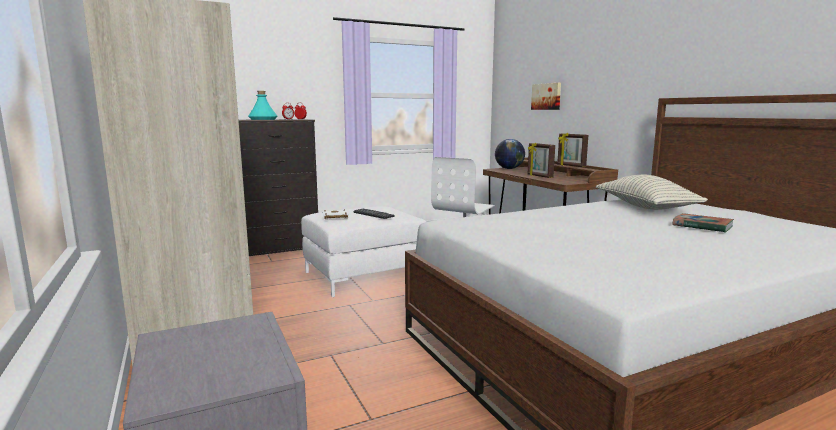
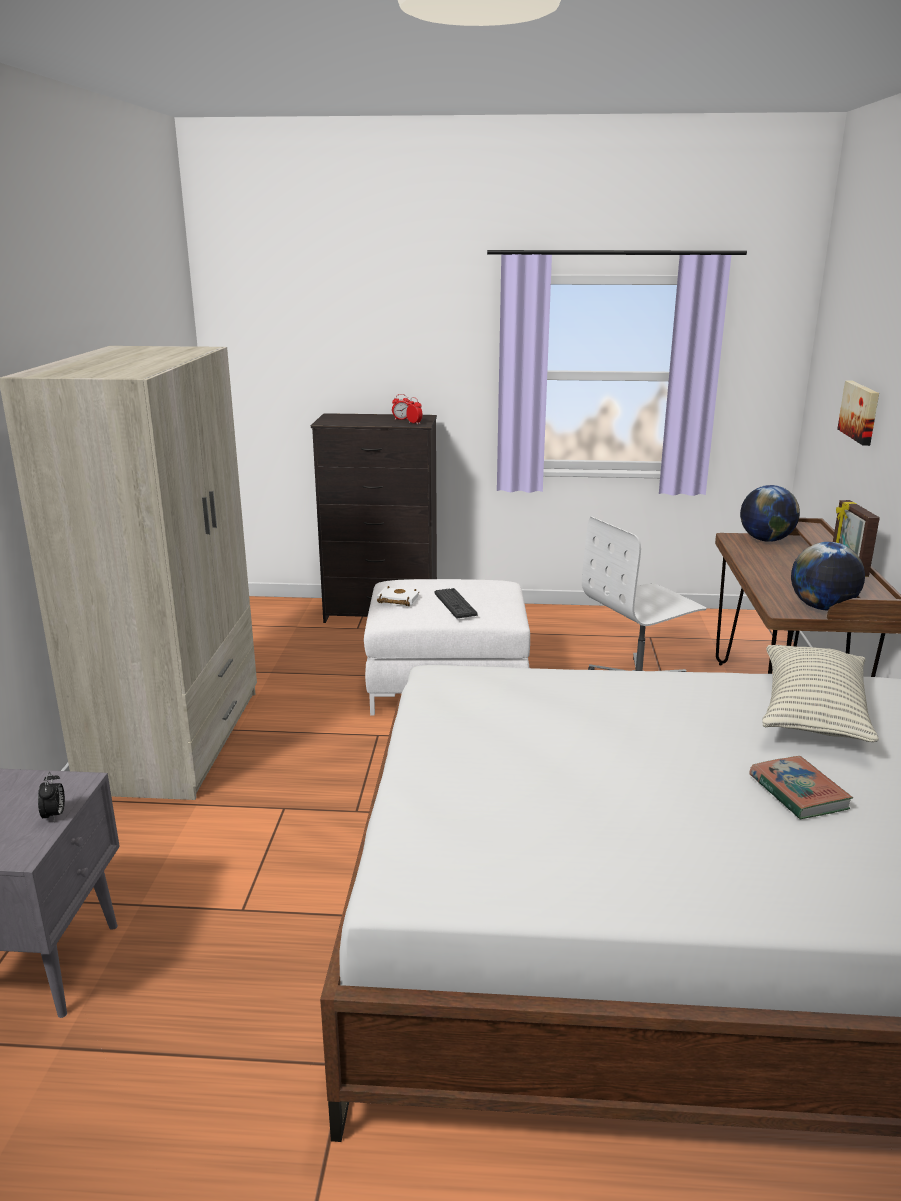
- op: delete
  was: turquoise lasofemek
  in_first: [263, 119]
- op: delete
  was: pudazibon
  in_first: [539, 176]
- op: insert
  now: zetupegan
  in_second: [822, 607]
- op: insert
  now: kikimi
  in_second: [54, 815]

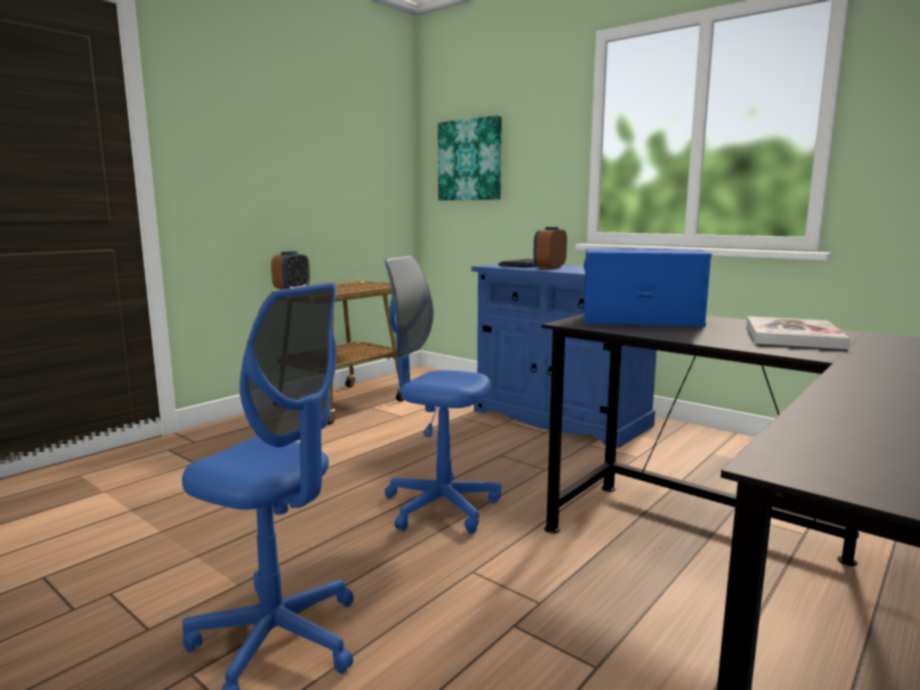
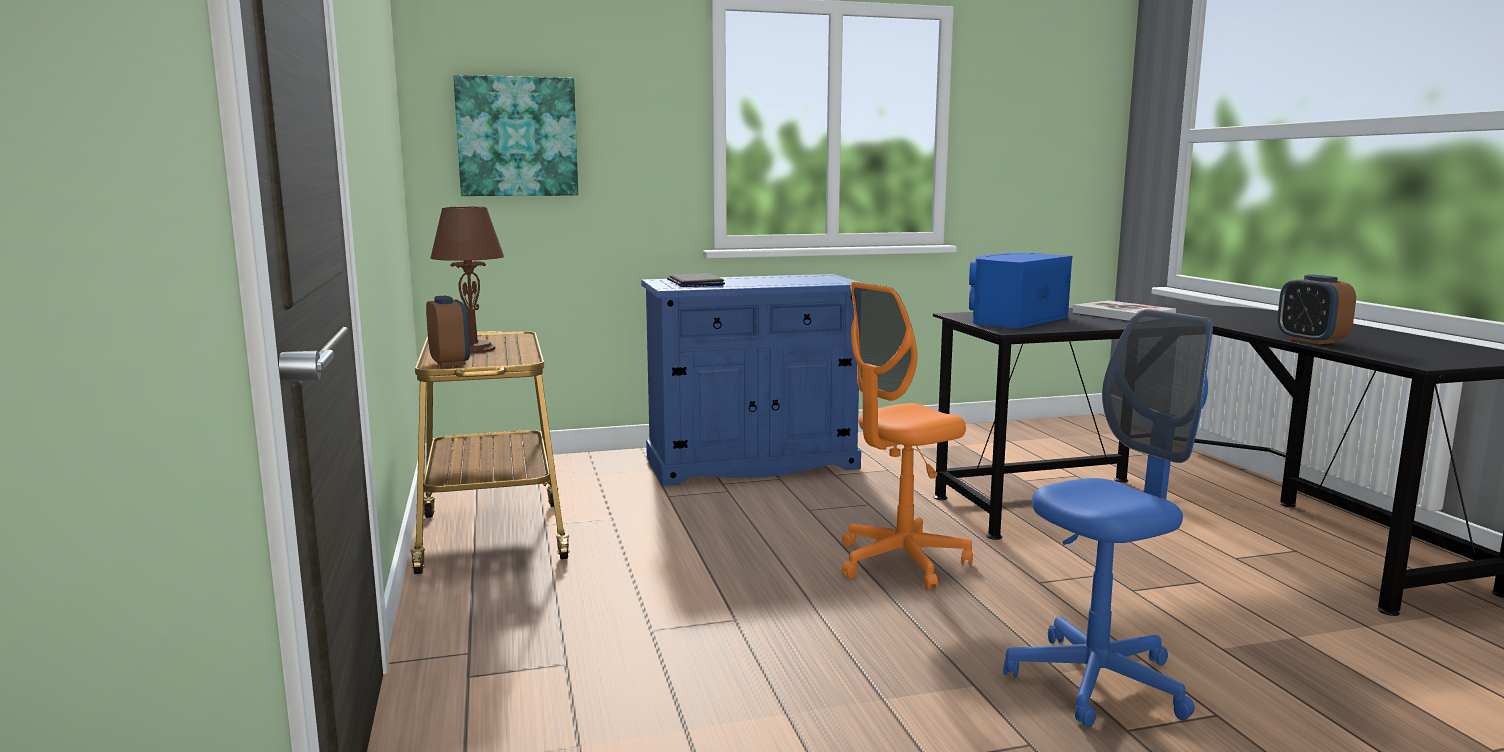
- op: move
  was: kikimi
  in_first: [549, 268]
  in_second: [1311, 340]
- op: recolor
  was: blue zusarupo
  now: orange zusarupo
  in_first: [441, 507]
  in_second: [901, 562]
- op: insert
  now: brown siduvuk
  in_second: [473, 349]

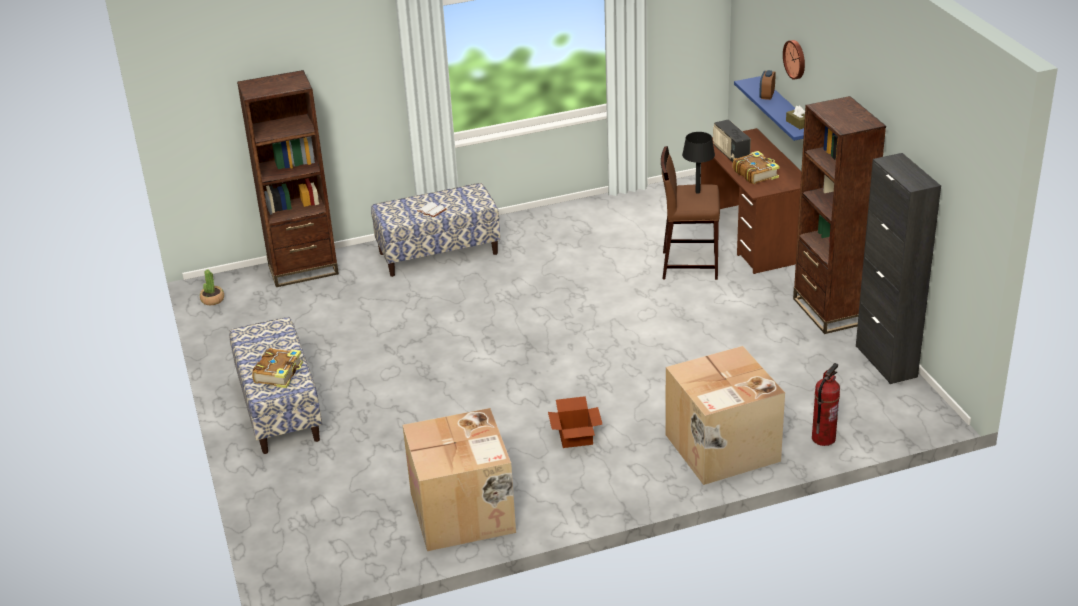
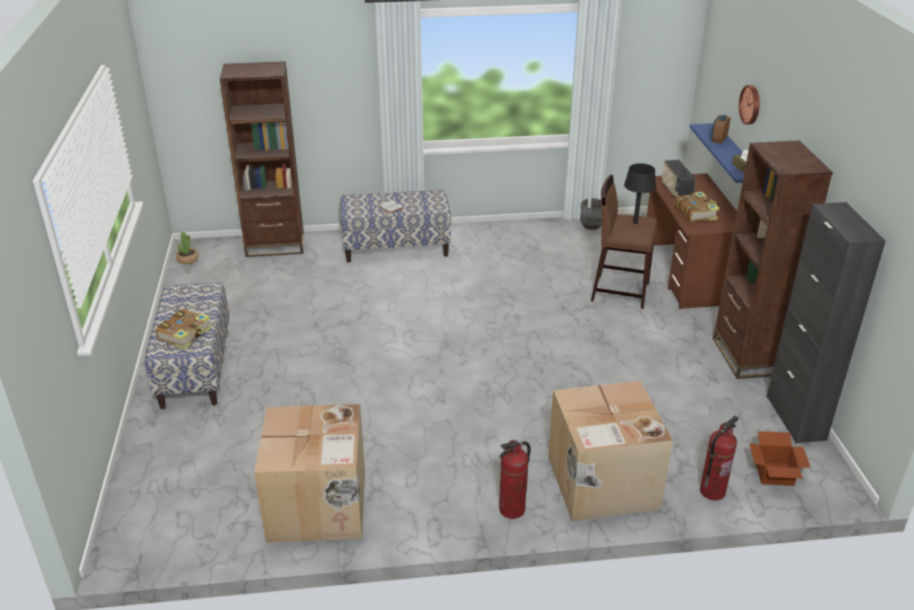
- op: move
  was: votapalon
  in_first: [575, 437]
  in_second: [774, 474]
- op: insert
  now: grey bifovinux
  in_second: [591, 225]
- op: insert
  now: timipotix
  in_second: [512, 509]

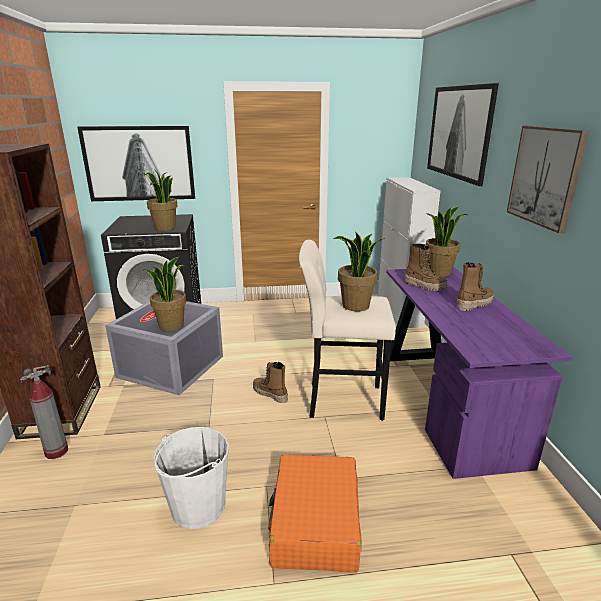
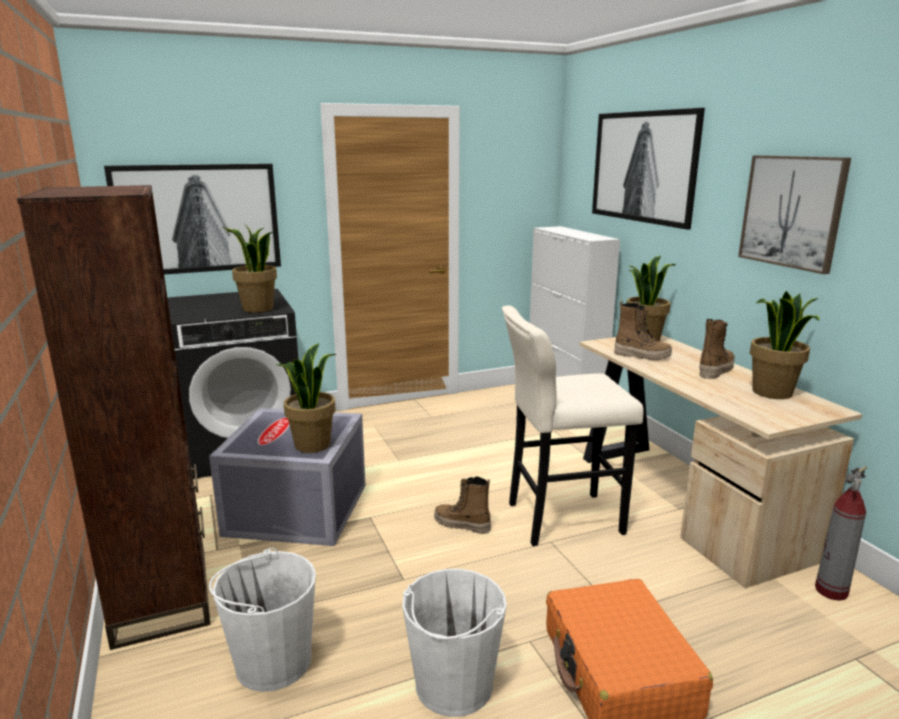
- op: move
  was: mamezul
  in_first: [355, 306]
  in_second: [772, 393]
- op: recolor
  was: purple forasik
  now: beige forasik
  in_first: [445, 401]
  in_second: [683, 500]
- op: move
  was: timipotix
  in_first: [56, 452]
  in_second: [831, 591]
- op: insert
  now: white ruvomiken
  in_second: [273, 662]

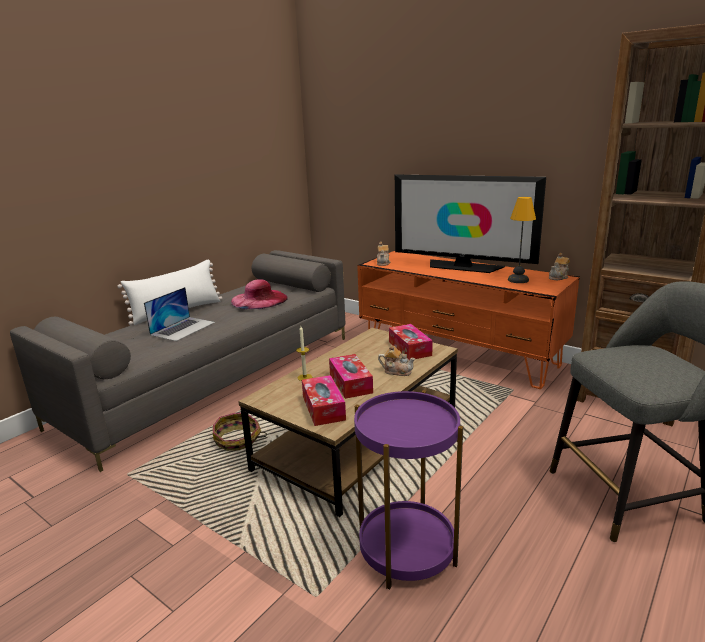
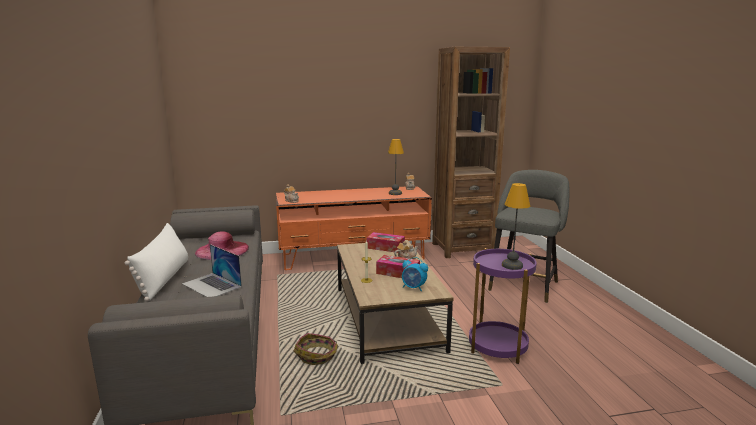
- op: delete
  was: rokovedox
  in_first: [463, 267]
- op: rotate
  was: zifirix
  in_first: [183, 328]
  in_second: [212, 285]
  clockwise: 150
- op: replace
  was: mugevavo
  now: kikimi
  in_first: [323, 408]
  in_second: [413, 288]
- op: insert
  now: siduvuk
  in_second: [512, 266]

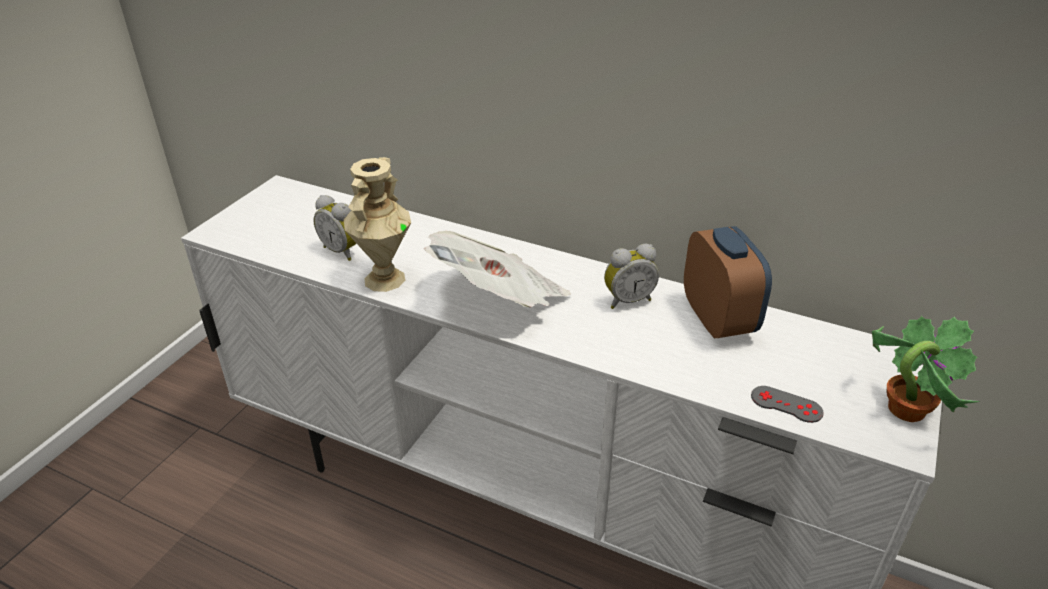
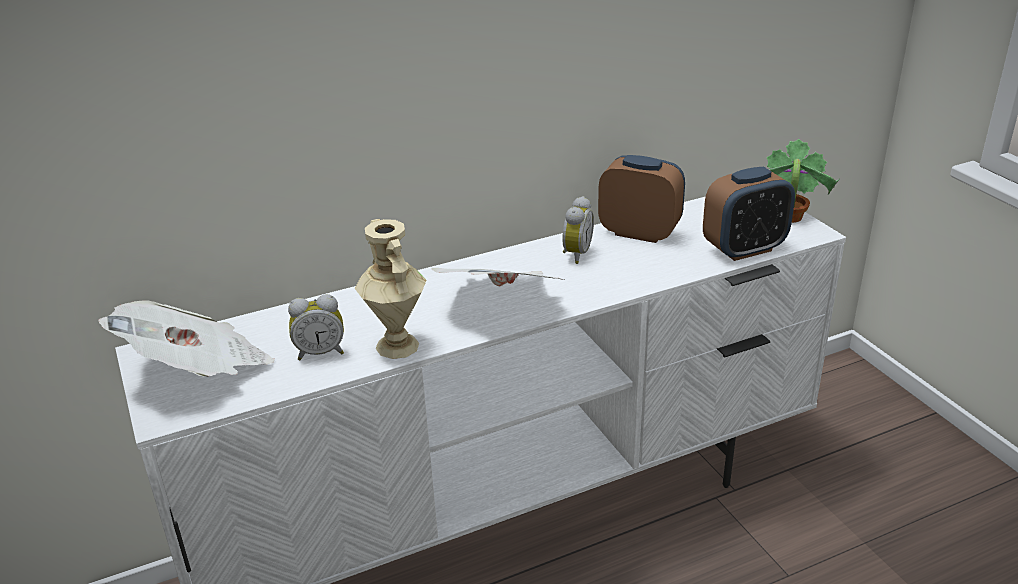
- op: replace
  was: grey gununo
  now: kikimi
  in_first: [786, 404]
  in_second: [744, 249]
- op: insert
  now: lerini
  in_second: [199, 371]

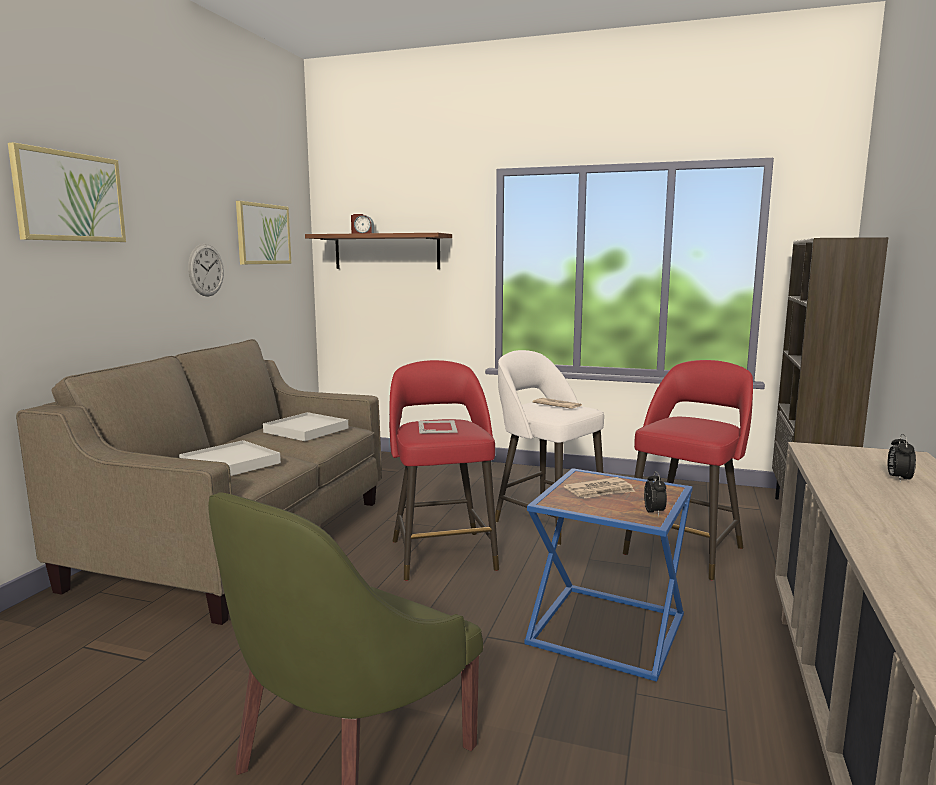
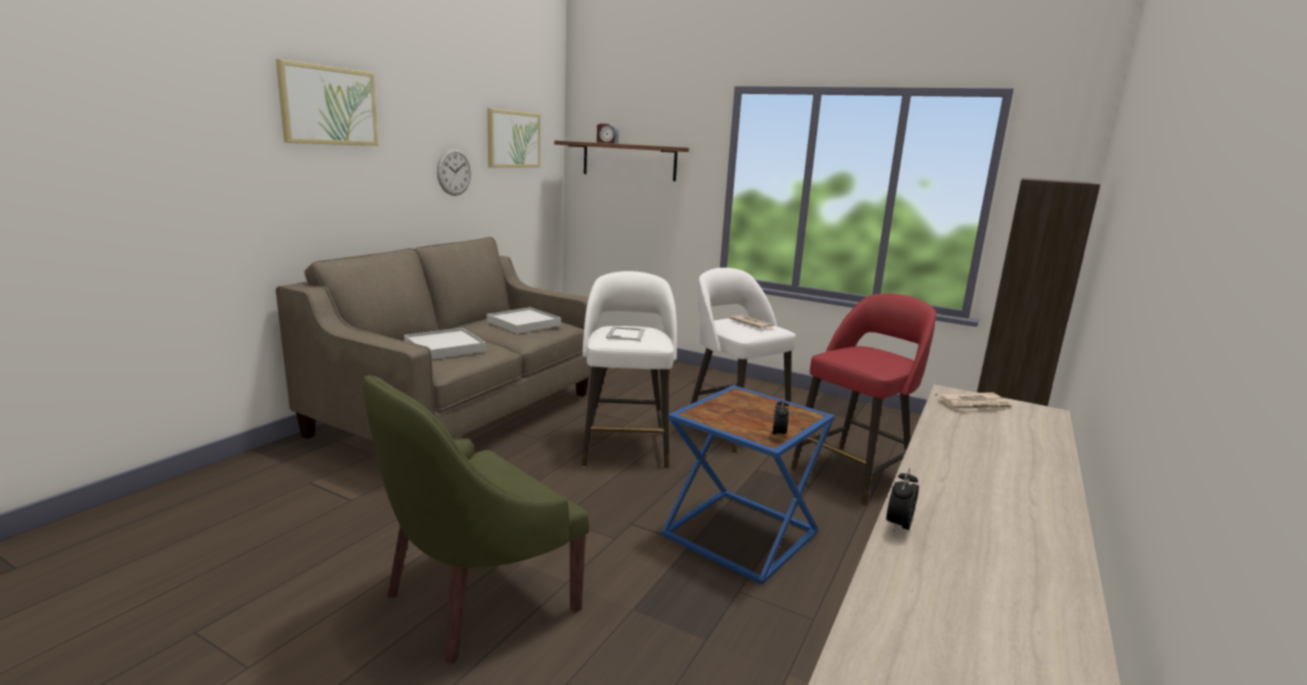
- op: recolor
  was: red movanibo
  now: white movanibo
  in_first: [442, 553]
  in_second: [625, 446]
- op: move
  was: kikimi
  in_first: [898, 479]
  in_second: [898, 525]
- op: move
  was: lerini
  in_first: [600, 491]
  in_second: [974, 405]

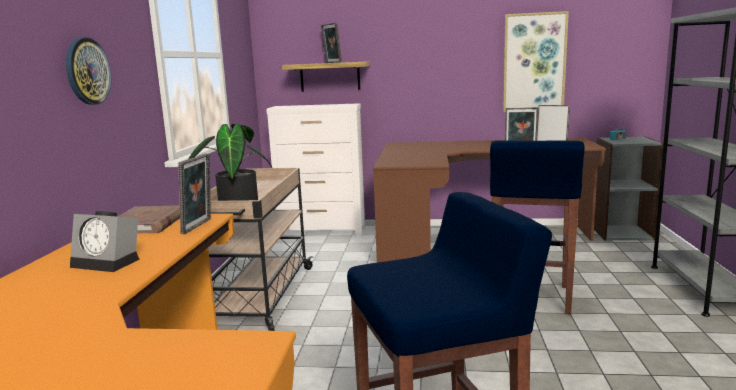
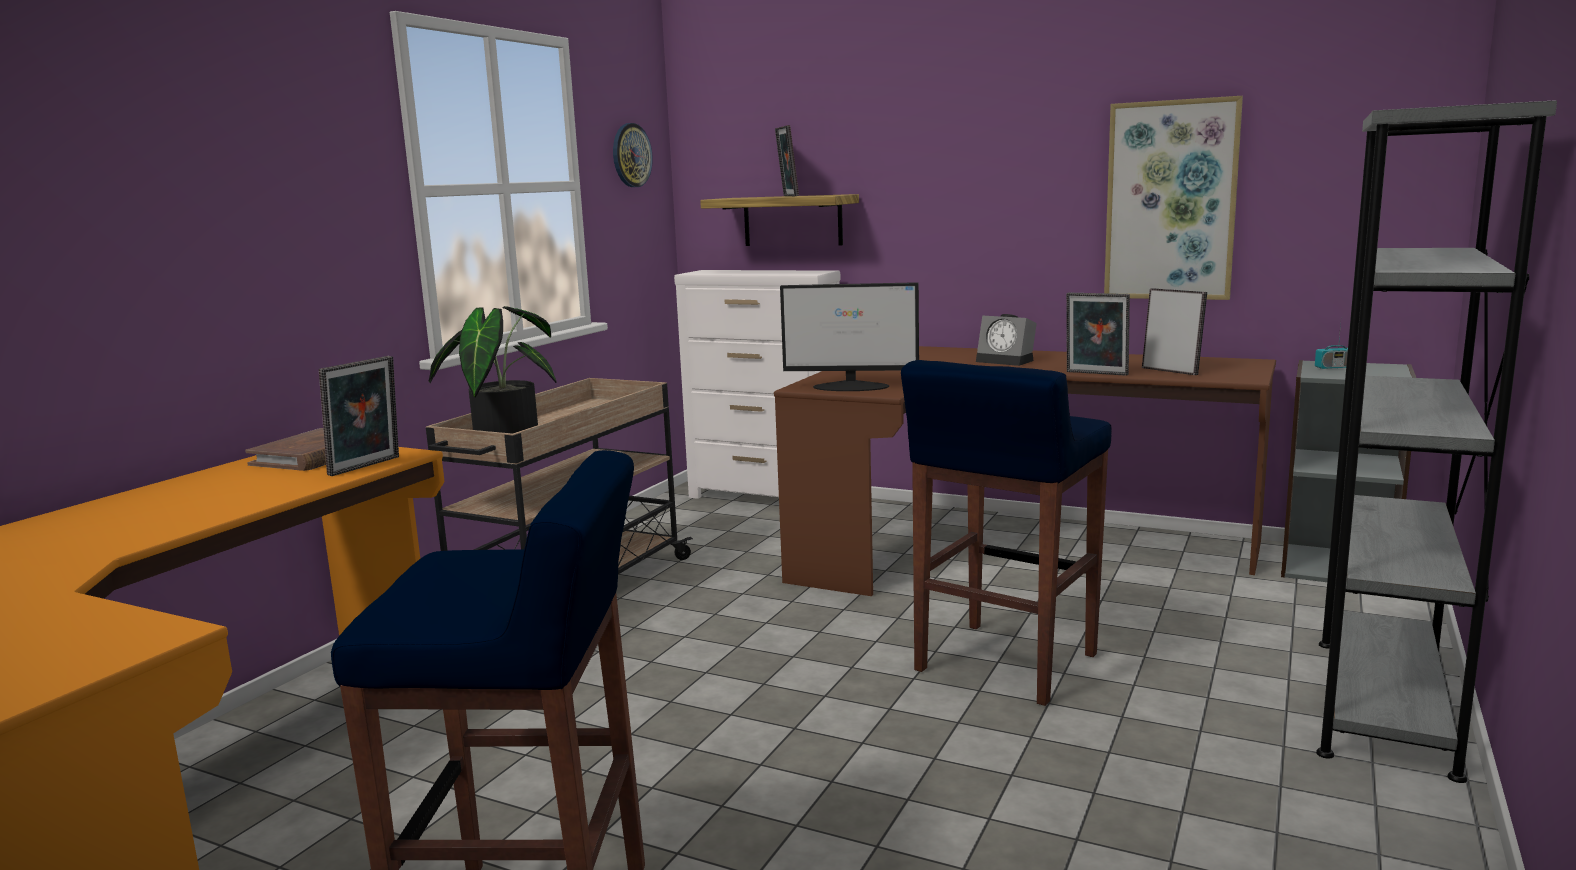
- op: move
  was: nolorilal
  in_first: [87, 71]
  in_second: [631, 155]
- op: move
  was: kikimi
  in_first: [109, 262]
  in_second: [1007, 361]
- op: insert
  now: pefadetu
  in_second: [852, 387]

